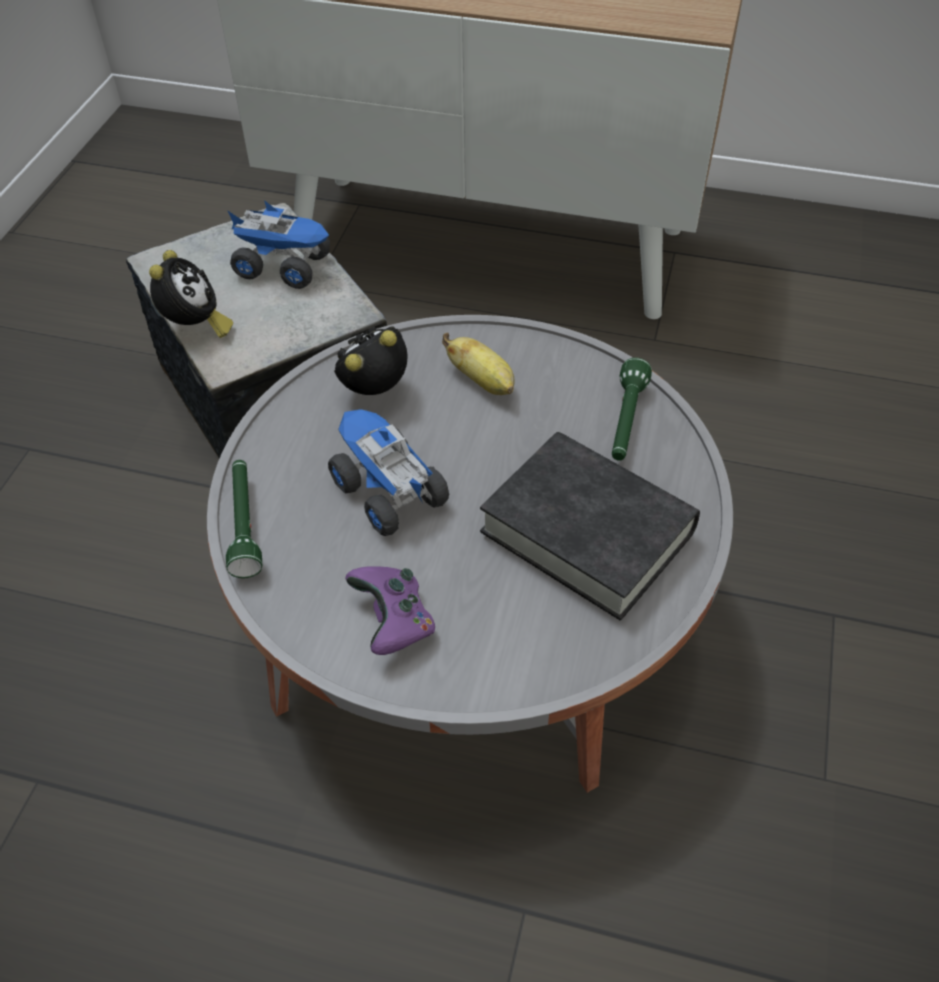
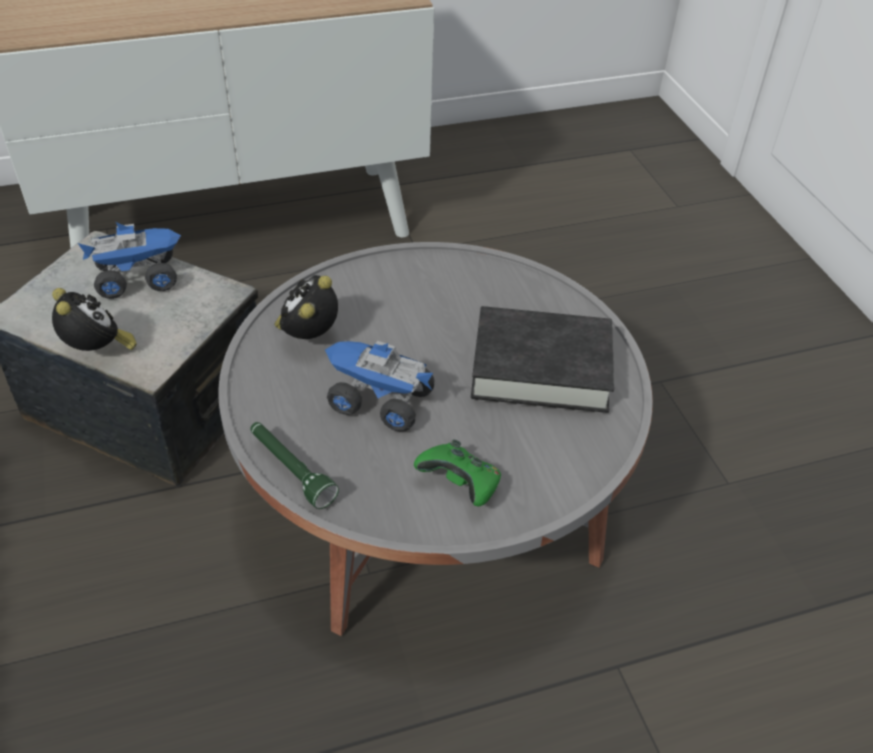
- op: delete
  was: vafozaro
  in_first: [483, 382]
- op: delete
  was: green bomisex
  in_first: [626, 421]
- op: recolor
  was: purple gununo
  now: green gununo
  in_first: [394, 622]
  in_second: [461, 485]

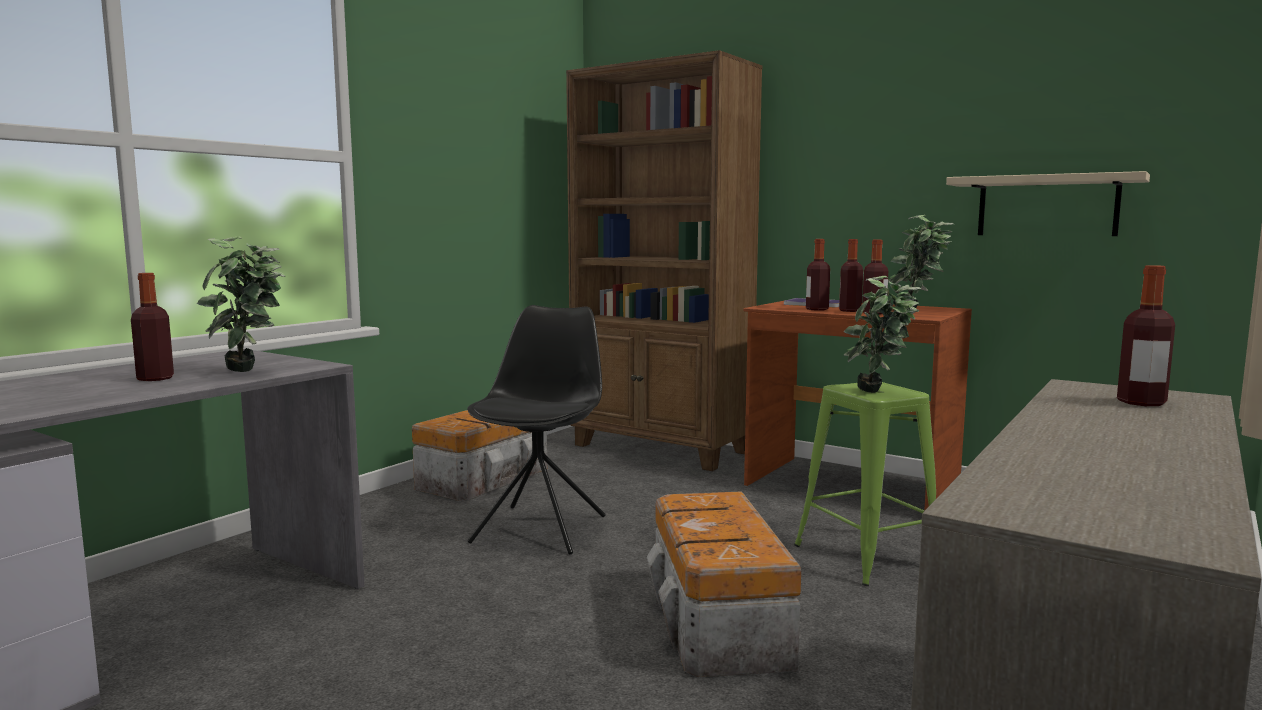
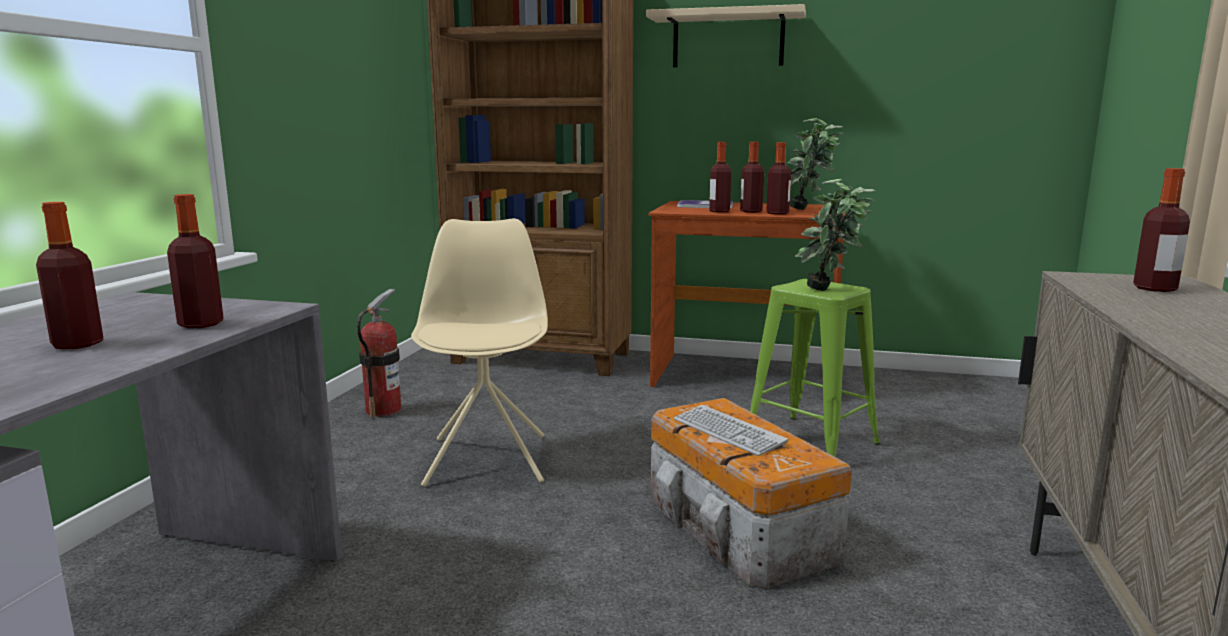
- op: move
  was: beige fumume
  in_first: [1047, 206]
  in_second: [728, 40]
- op: replace
  was: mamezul
  now: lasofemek
  in_first: [249, 372]
  in_second: [200, 324]
- op: recolor
  was: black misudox
  now: beige misudox
  in_first: [541, 528]
  in_second: [488, 458]
- op: replace
  was: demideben
  now: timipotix
  in_first: [487, 478]
  in_second: [383, 410]
- op: insert
  now: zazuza
  in_second: [728, 432]

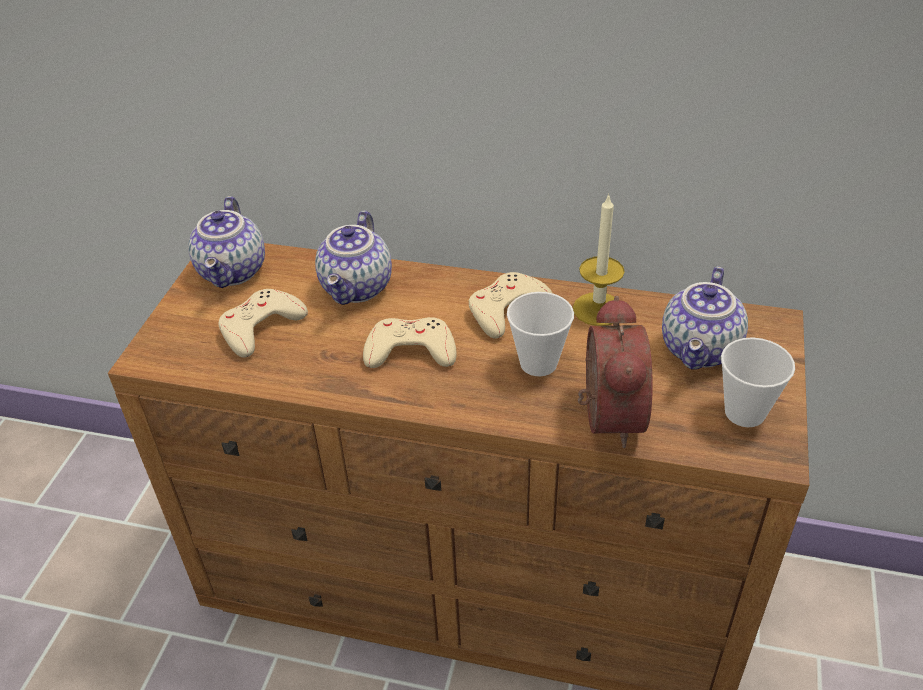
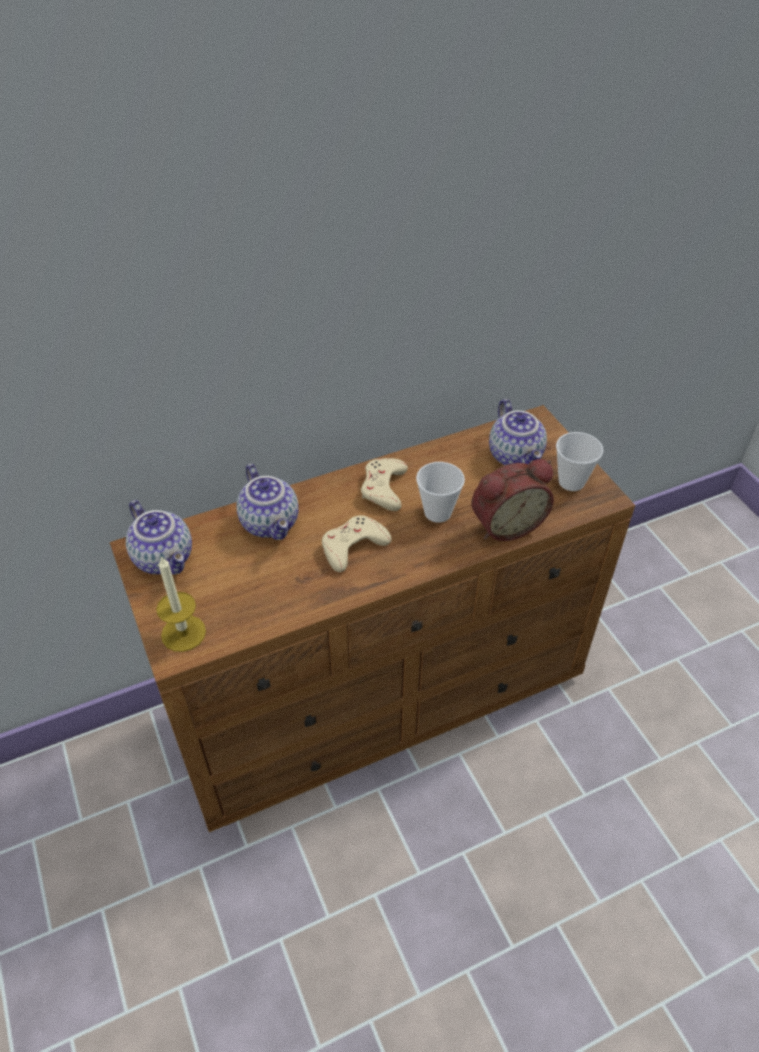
- op: move
  was: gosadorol
  in_first: [598, 309]
  in_second: [183, 633]
- op: delete
  was: beige gununo
  in_first: [260, 327]
- op: rotate
  was: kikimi
  in_first: [605, 416]
  in_second: [505, 524]
  clockwise: 105

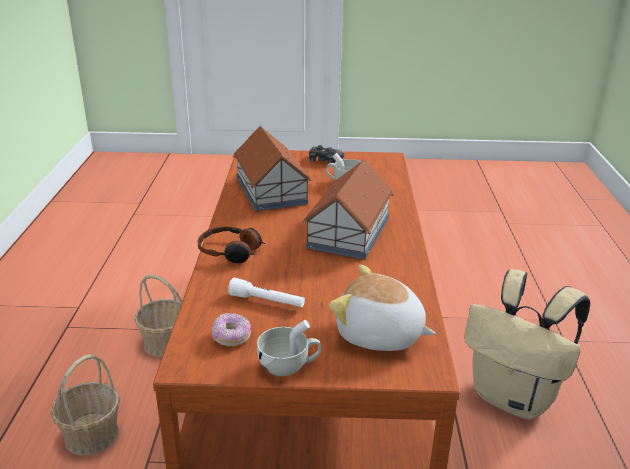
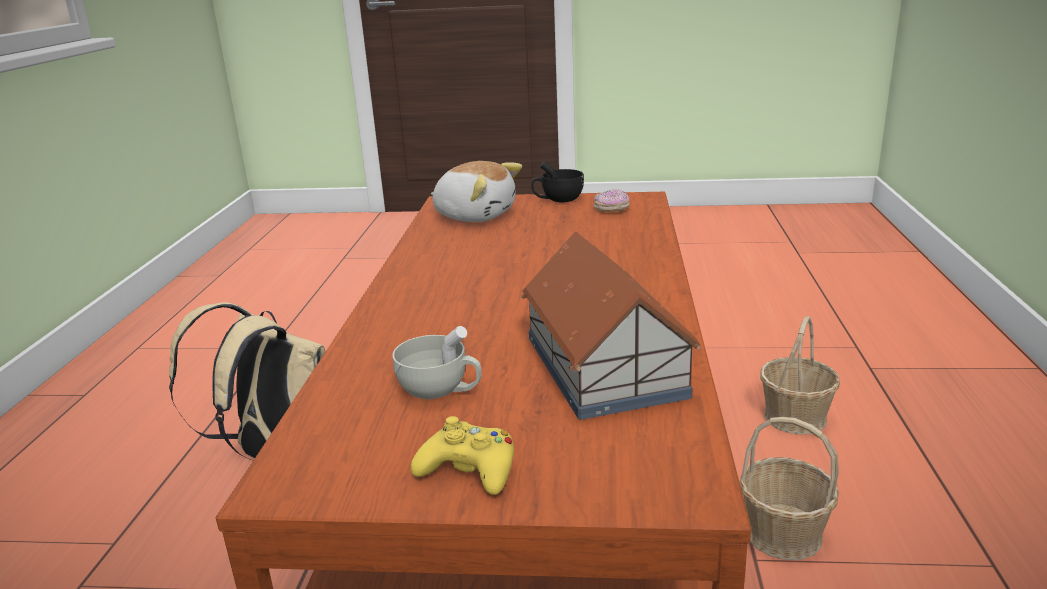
- op: recolor
  was: black gununo
  now: yellow gununo
  in_first: [324, 160]
  in_second: [469, 469]
- op: delete
  was: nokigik
  in_first: [348, 232]
- op: delete
  was: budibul
  in_first: [231, 252]
- op: delete
  was: white bomisex
  in_first: [267, 301]
- op: recolor
  was: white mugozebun
  now: black mugozebun
  in_first: [289, 366]
  in_second: [558, 199]

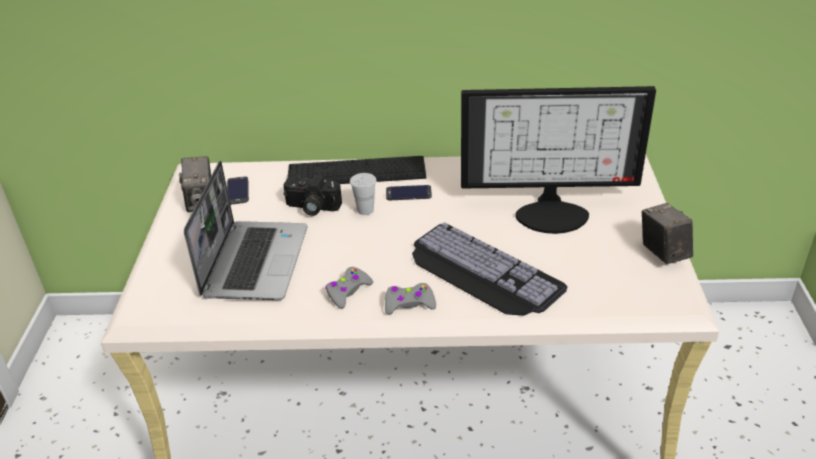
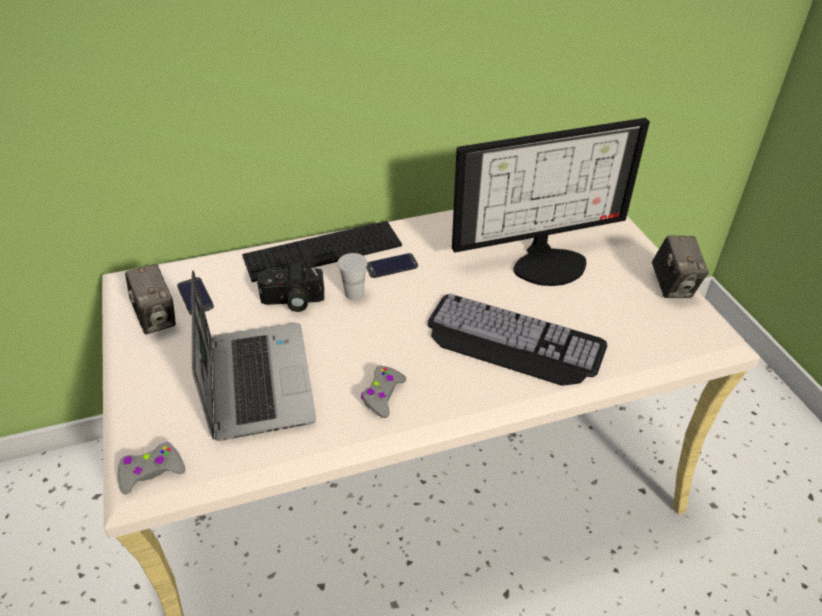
- op: rotate
  was: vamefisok
  in_first: [663, 253]
  in_second: [673, 286]
  clockwise: -150
- op: move
  was: grey gununo
  in_first: [409, 304]
  in_second: [151, 472]

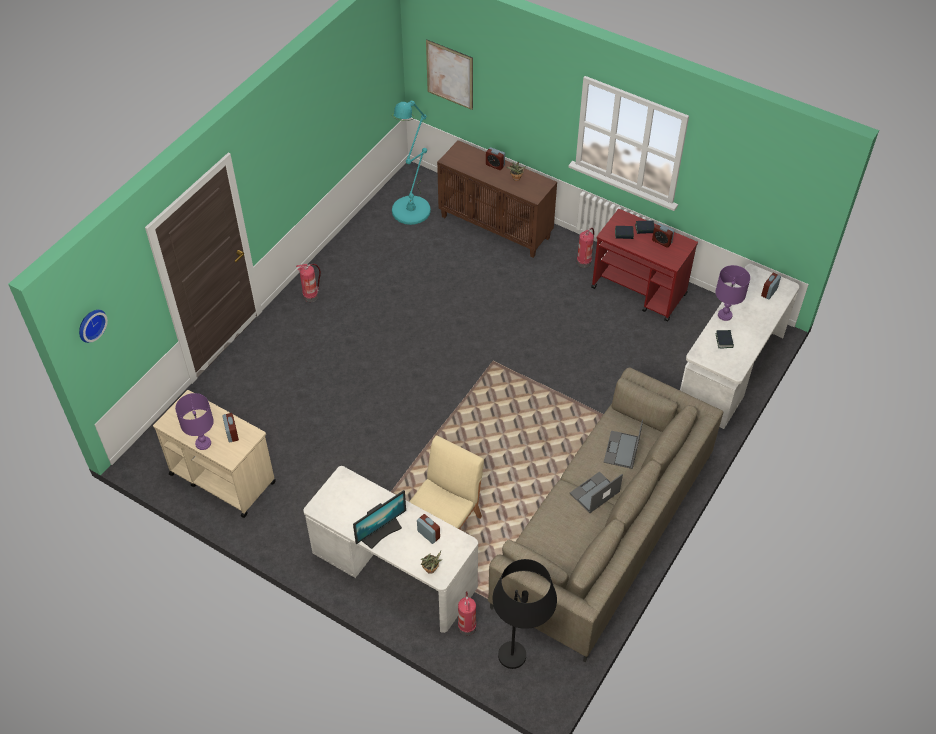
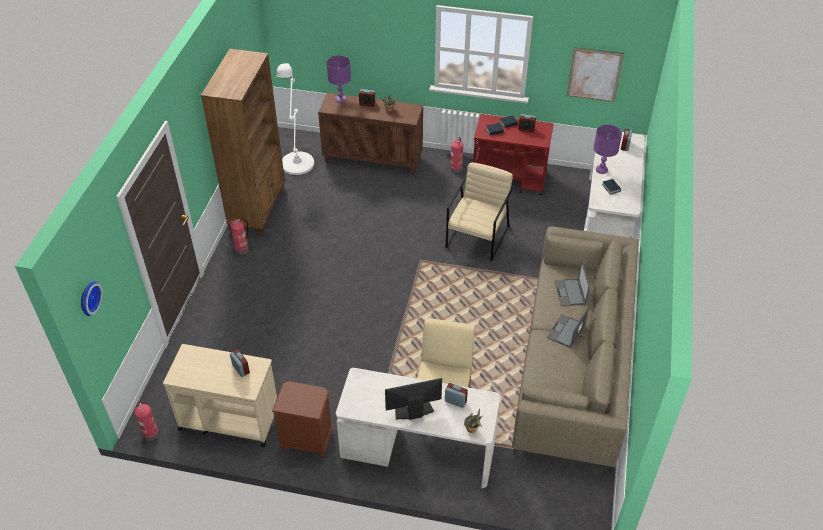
- op: move
  was: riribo
  in_first: [449, 74]
  in_second: [594, 74]
- op: recolor
  was: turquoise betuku
  now: white betuku
  in_first: [413, 206]
  in_second: [297, 160]
- op: move
  was: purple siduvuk
  in_first: [203, 443]
  in_second: [340, 99]
- op: rotate
  was: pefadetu
  in_first: [381, 532]
  in_second: [413, 411]
  clockwise: -135
- op: delete
  was: black betuku
  in_first: [519, 669]
- op: move
  was: timipotix
  in_first: [466, 626]
  in_second: [150, 433]
- op: insert
  now: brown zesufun
  in_second: [258, 208]
- op: insert
  now: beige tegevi
  in_second: [478, 237]
- op: insert
  now: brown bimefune
  in_second: [307, 440]

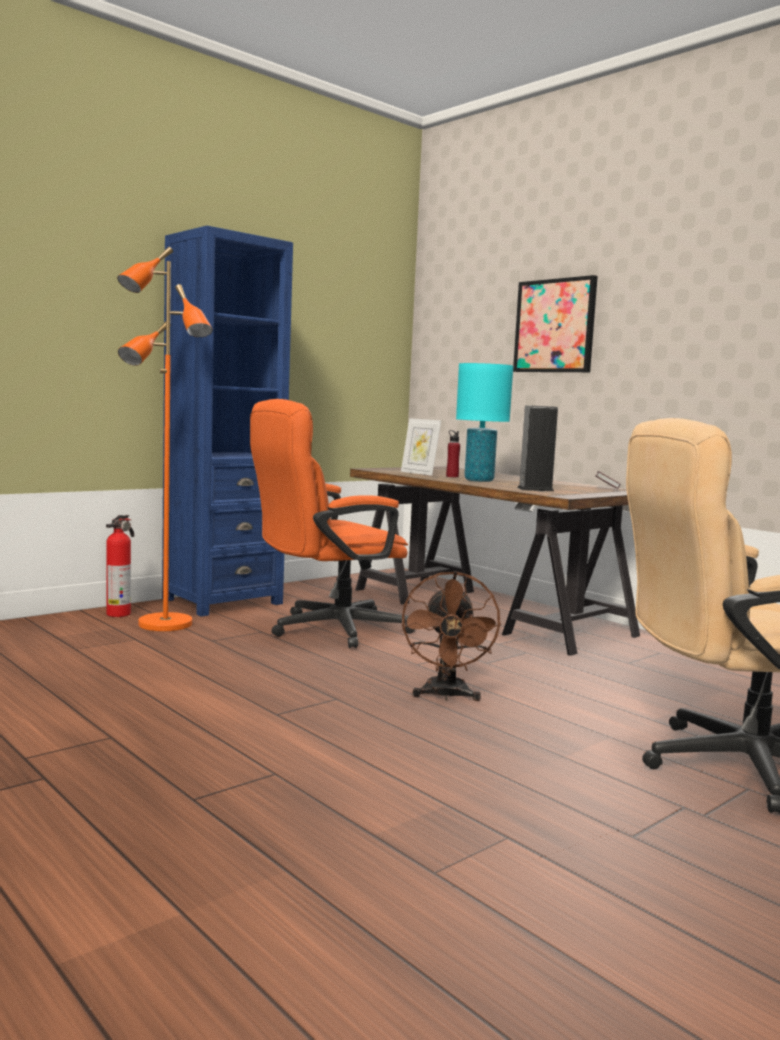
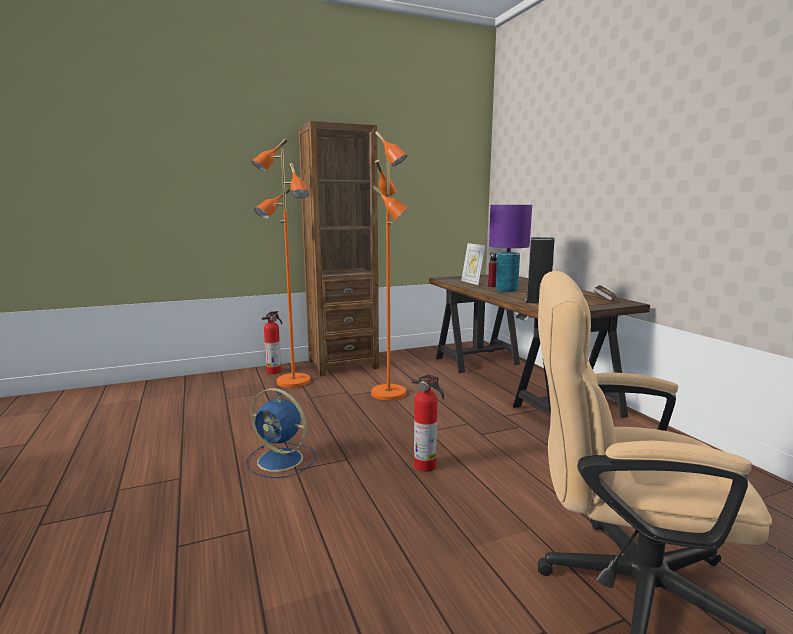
- op: recolor
  was: blue zesufun
  now: brown zesufun
  in_first: [222, 601]
  in_second: [342, 364]
- op: delete
  was: riribo
  in_first: [555, 326]
- op: recolor
  was: turquoise siduvuk
  now: purple siduvuk
  in_first: [479, 480]
  in_second: [506, 290]
- op: replace
  was: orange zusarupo
  now: orange betuku
  in_first: [327, 630]
  in_second: [390, 393]
- op: replace
  was: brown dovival
  now: timipotix
  in_first: [446, 696]
  in_second: [426, 465]
- op: insert
  now: blue dovival
  in_second: [282, 460]

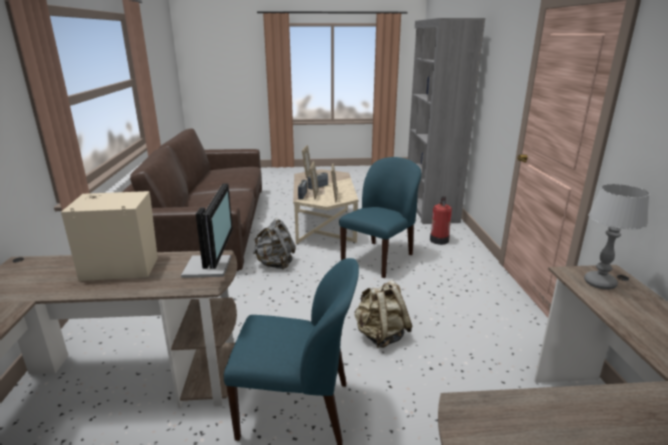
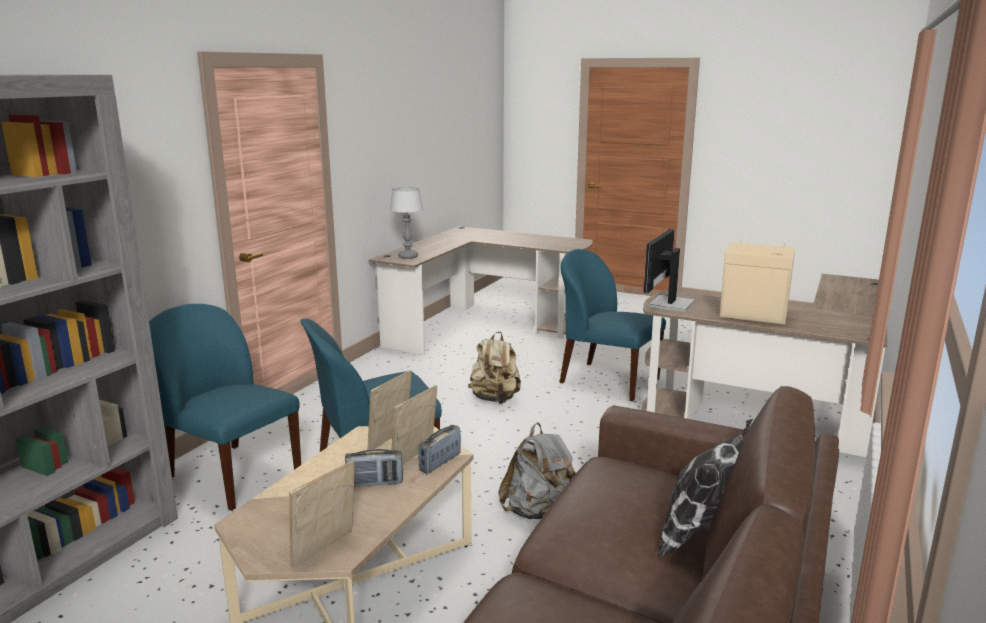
- op: replace
  was: timipotix
  now: blue misudox
  in_first: [439, 240]
  in_second: [232, 475]
- op: insert
  now: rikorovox
  in_second: [701, 536]

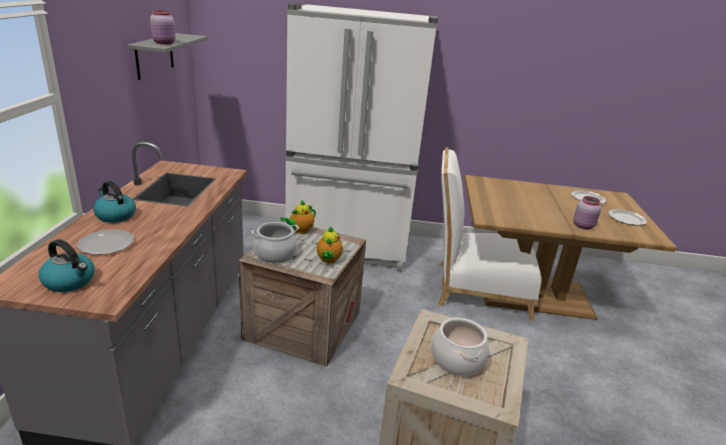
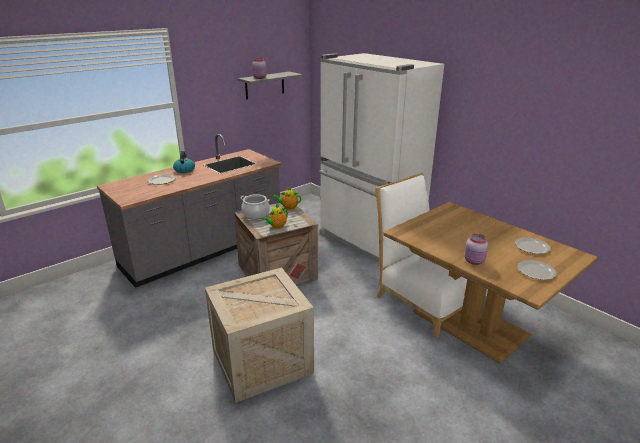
- op: delete
  was: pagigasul
  in_first: [70, 281]
- op: delete
  was: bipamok
  in_first: [457, 359]

